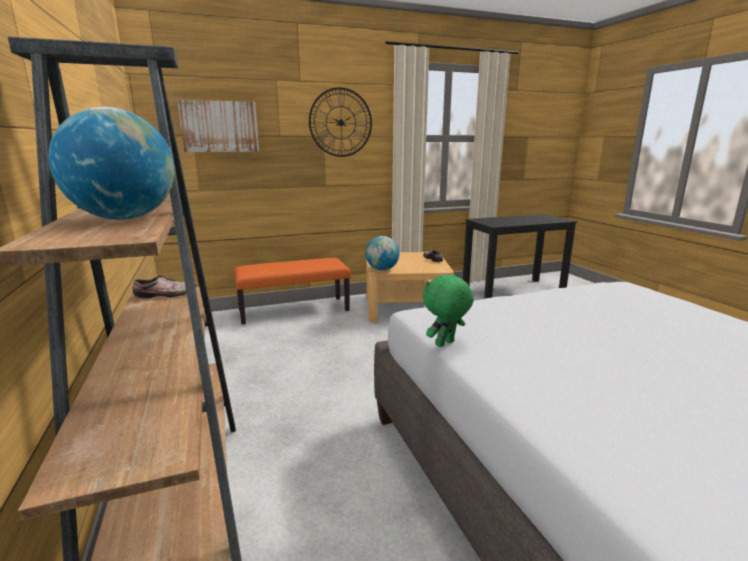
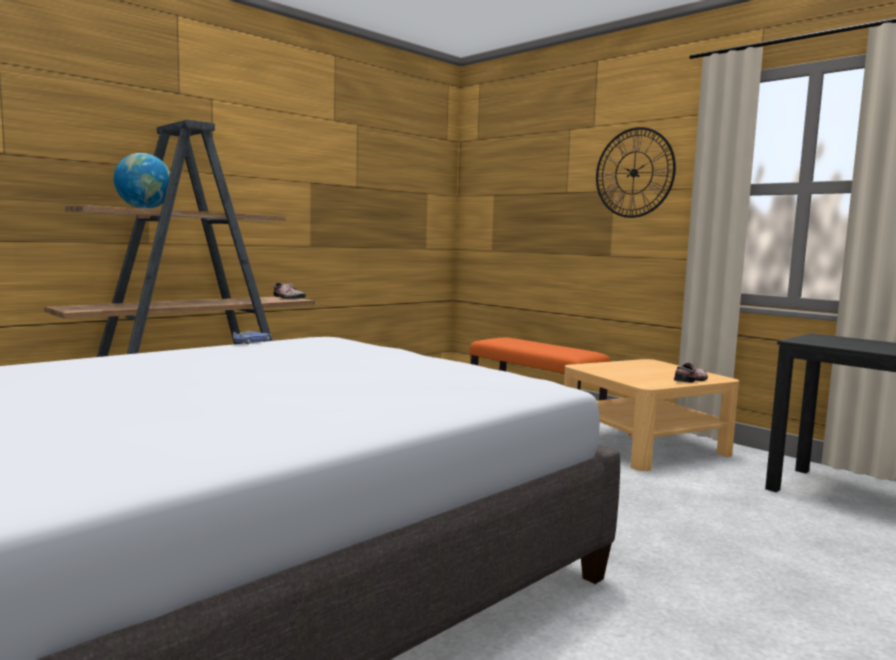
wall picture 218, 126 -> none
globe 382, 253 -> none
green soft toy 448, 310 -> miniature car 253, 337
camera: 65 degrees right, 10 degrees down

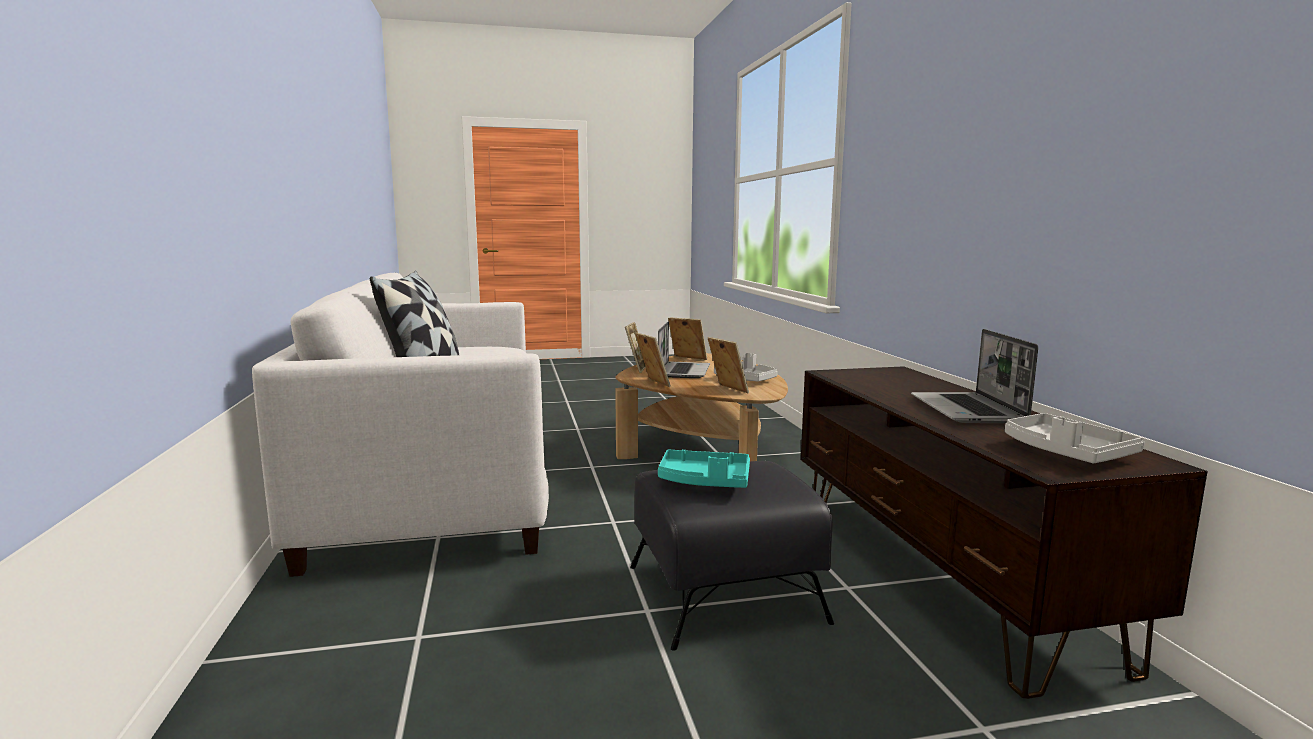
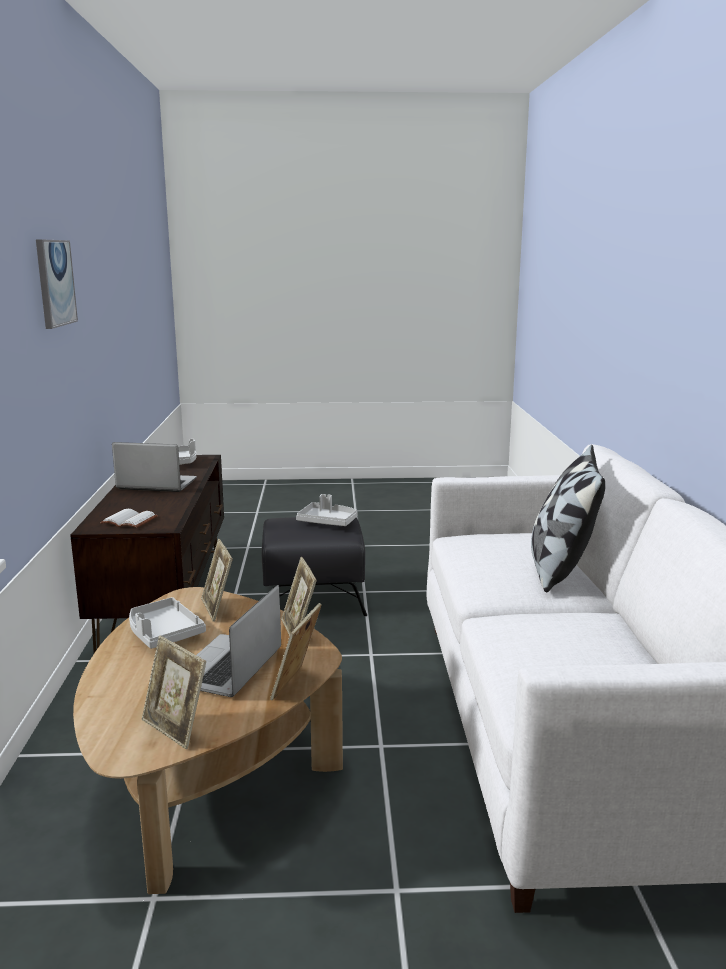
none -> wall picture 57, 284
none -> white-coloured bound book 129, 518
turquoise tray 704, 469 -> gray tray 327, 510
portable computer 974, 376 -> portable computer 154, 467, 90 degrees counterclockwise
camera: 170 degrees left, 5 degrees up

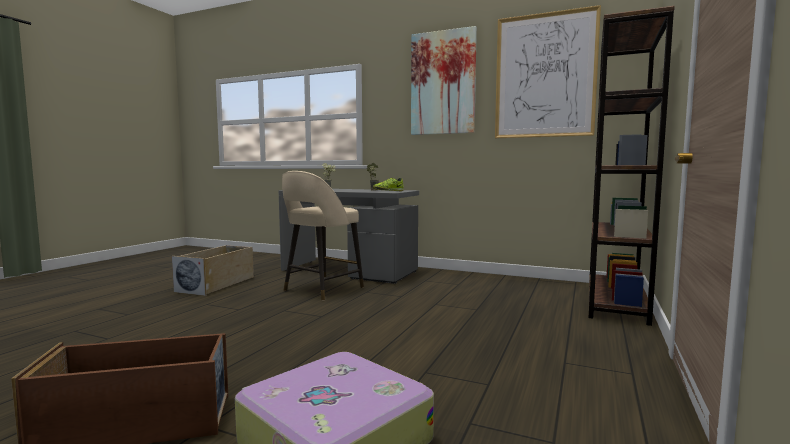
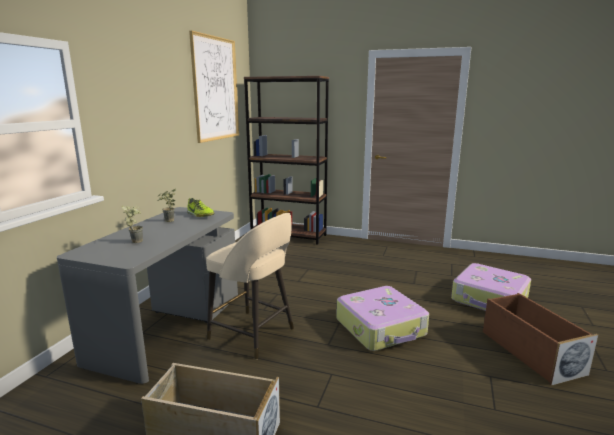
wall picture 444, 80 -> none
none -> piece of luggage 382, 318
camera: 95 degrees left, 10 degrees up

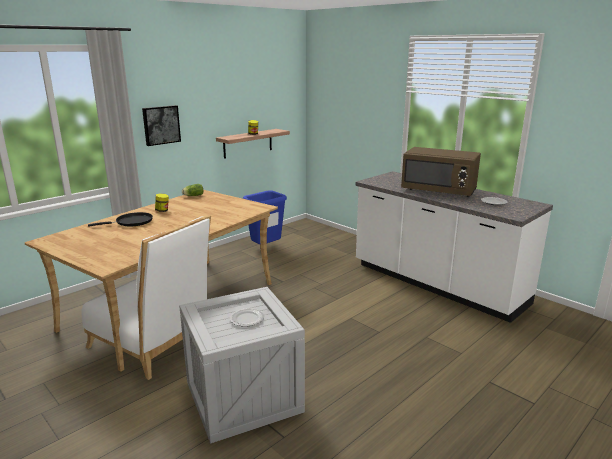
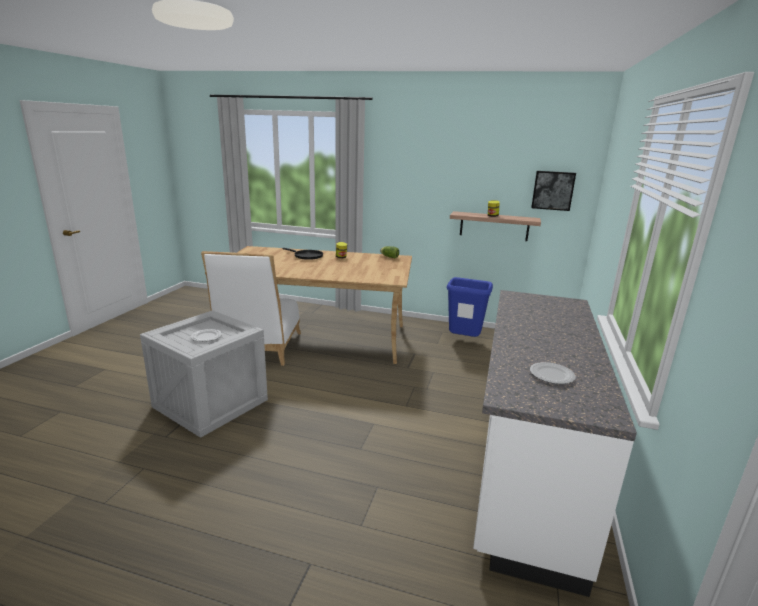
brownish microwave oven 441, 172 -> none
wall picture 161, 125 -> wall picture 553, 191, move
camera: 60 degrees right, 0 degrees up

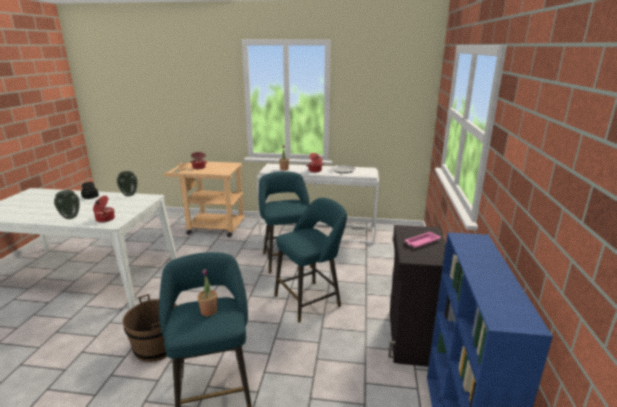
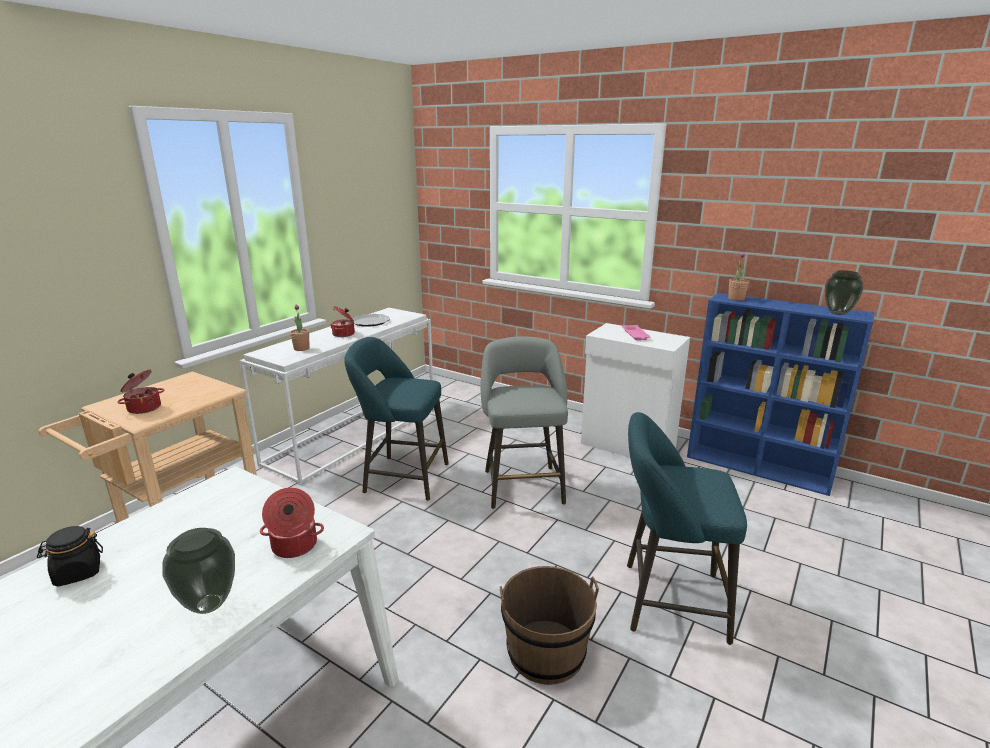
vase 127, 184 -> vase 844, 292, move
houseplant 207, 292 -> houseplant 738, 276, move
turquoise sitting stool 311, 260 -> gray sitting stool 524, 422
black cabinet 417, 296 -> white-coloured cabinet 635, 390
camera: 65 degrees left, 0 degrees up

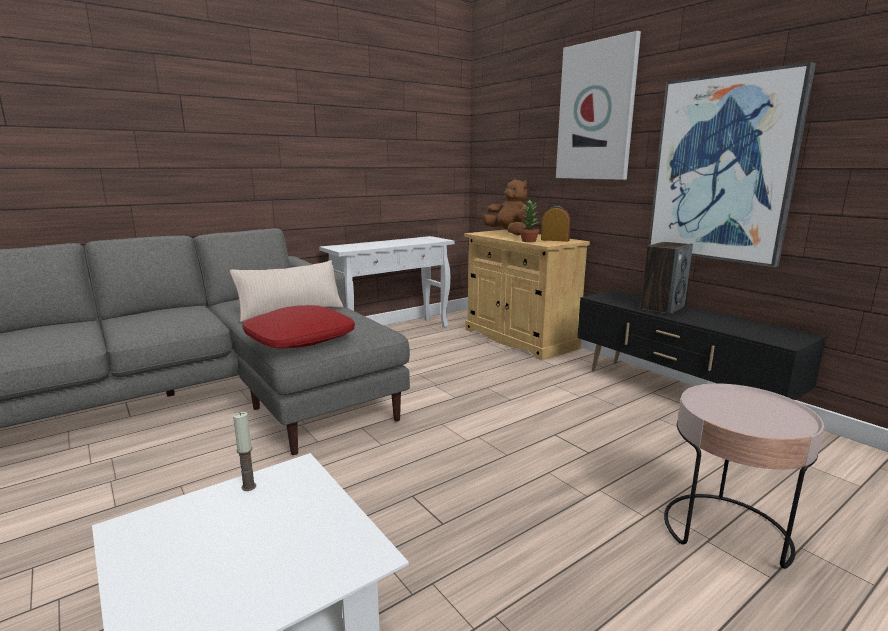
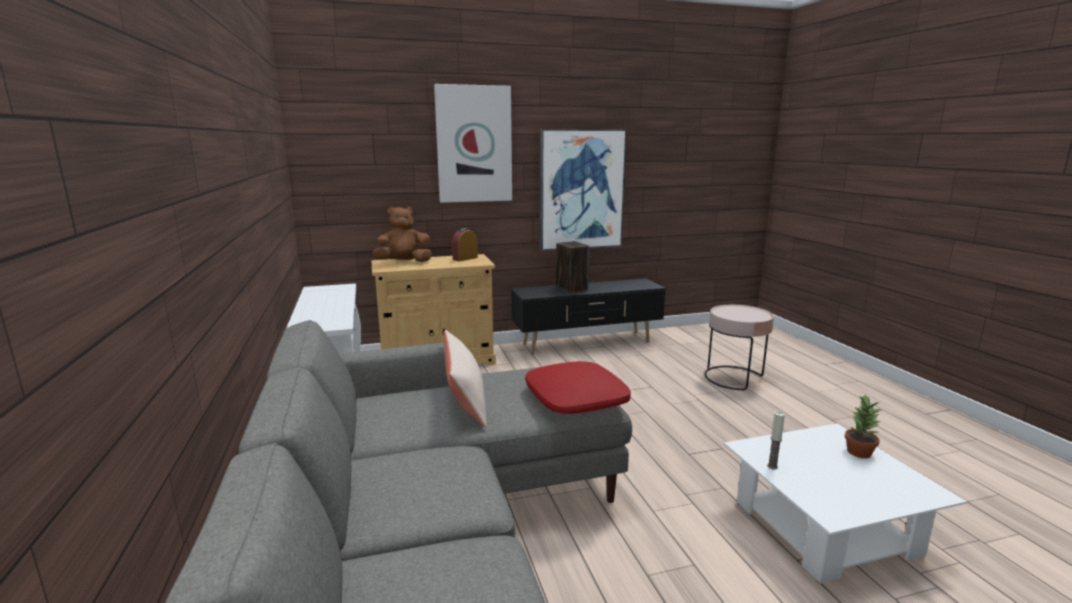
houseplant 529, 220 -> houseplant 864, 426, move
camera: 70 degrees left, 0 degrees up

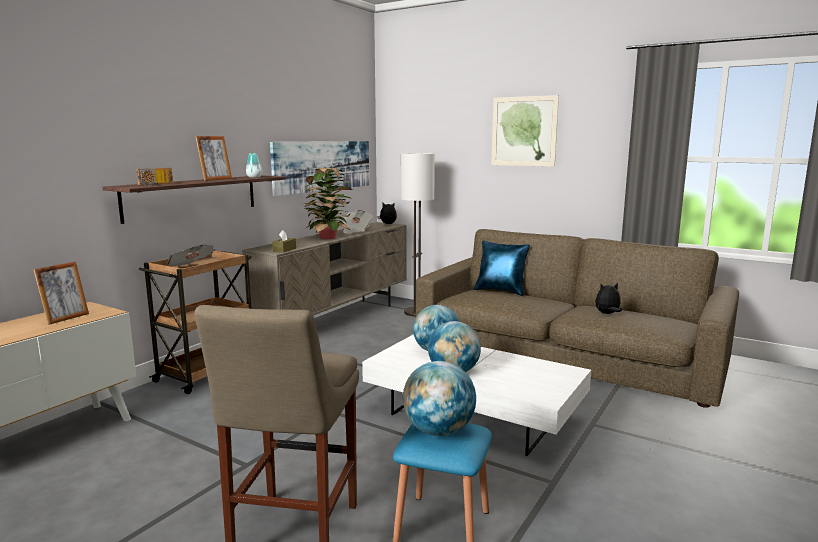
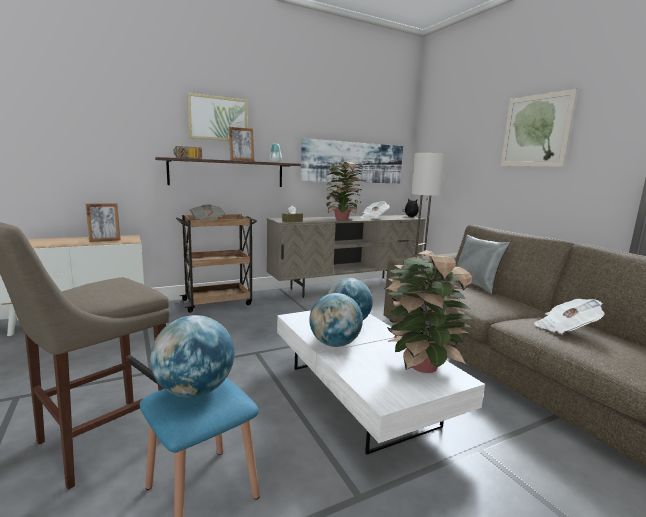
none -> wall picture 217, 117
none -> houseplant 428, 311
soft toy 608, 298 -> printed paper 569, 316
blue-coloured cushion 501, 268 -> gray cushion 483, 264
camera: 30 degrees right, 0 degrees up

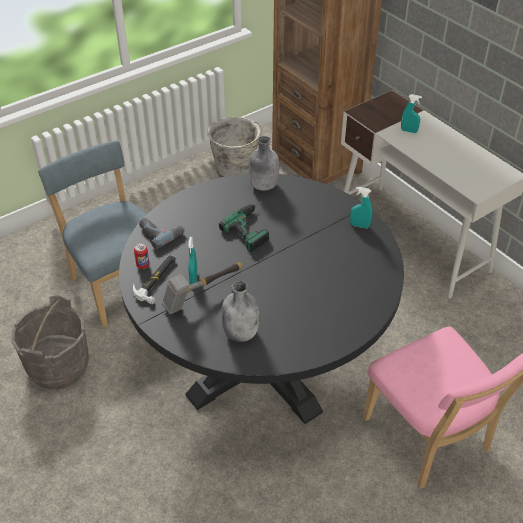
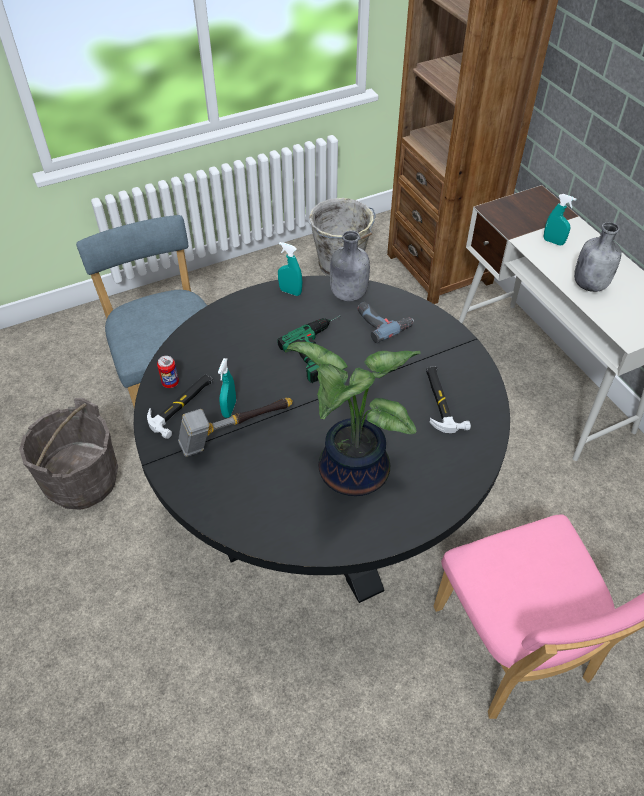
none -> houseplant 353, 419
none -> tool hammer 448, 399
electric drill 162, 233 -> electric drill 386, 322, move
gray bottle 240, 311 -> gray bottle 598, 257, move
turquoise sprayer 361, 207 -> turquoise sprayer 290, 269, move
camera: 10 degrees right, 5 degrees up

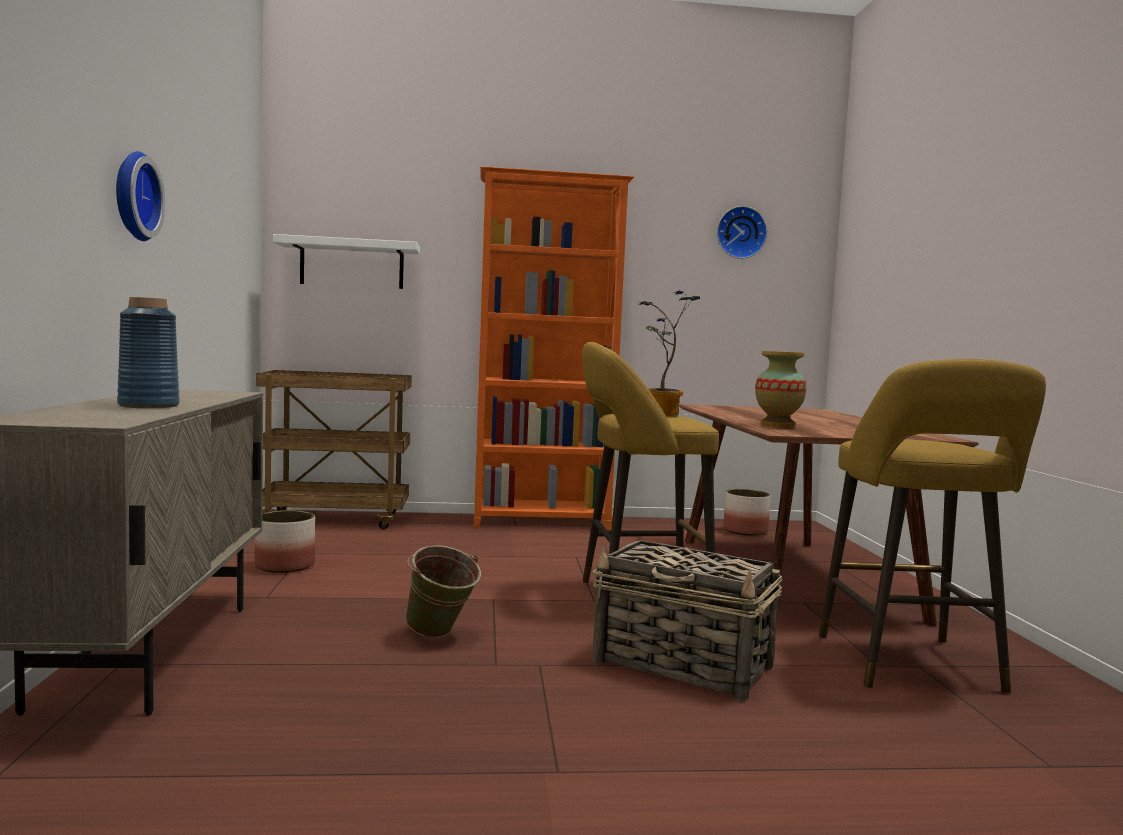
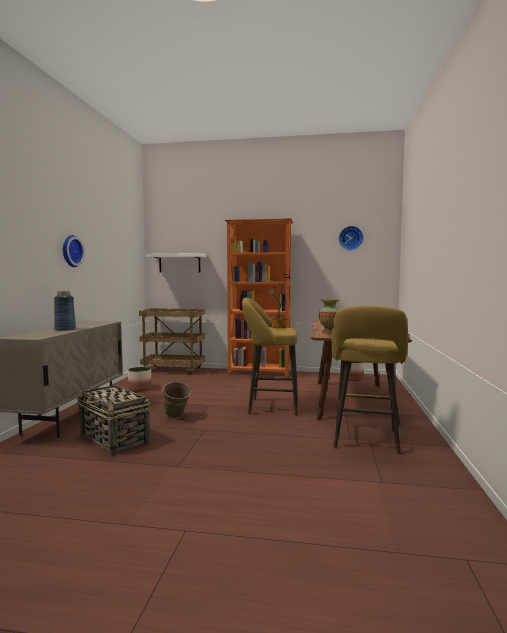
basket 688, 621 -> basket 113, 420, move
camera: 15 degrees right, 0 degrees up

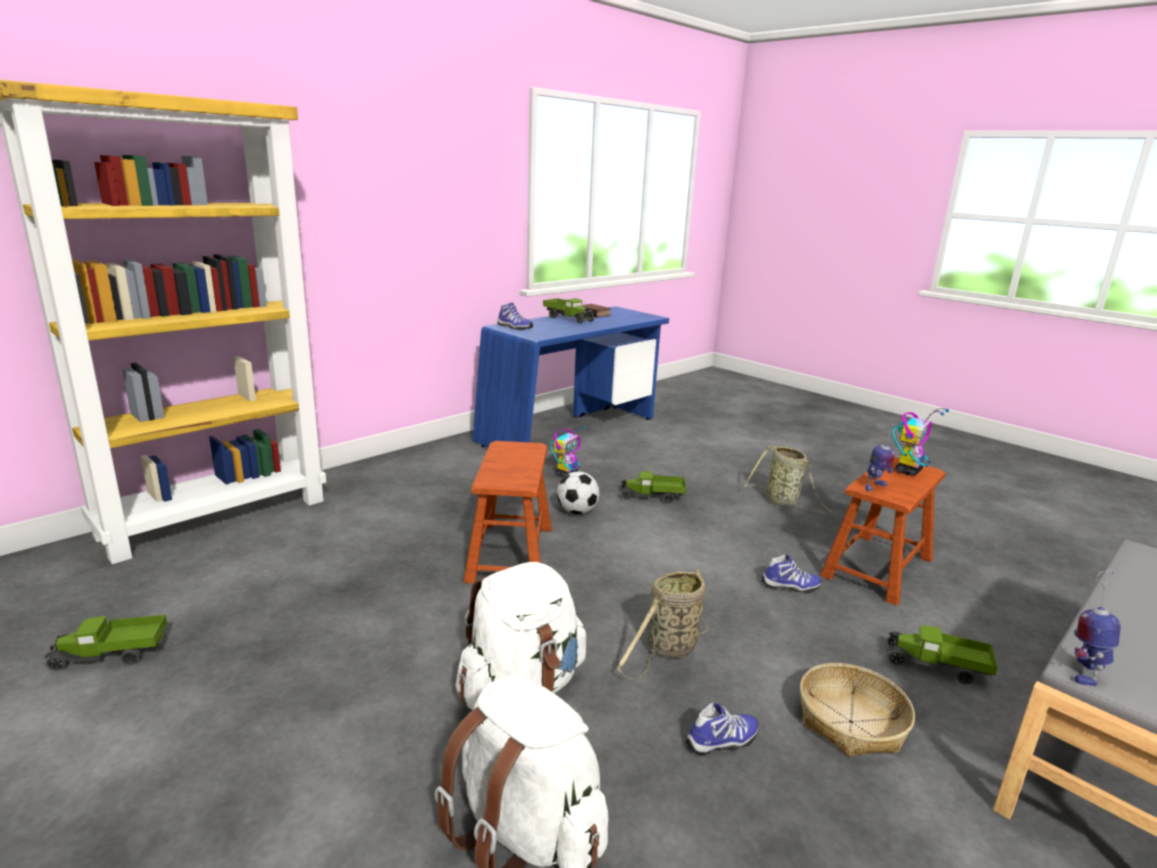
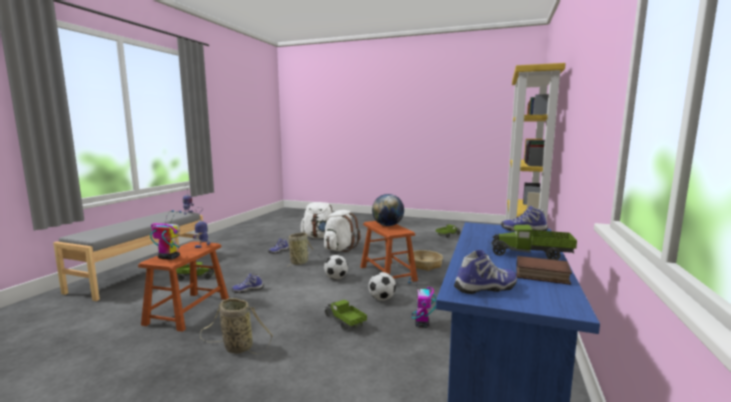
none -> ball for football 336, 267
none -> globe 388, 210
none -> item of footwear 485, 272
basket 857, 710 -> basket 425, 260, move
toy truck 653, 487 -> toy truck 346, 315, 105 degrees counterclockwise
toy robot 920, 442 -> toy robot 165, 235, 90 degrees clockwise
camera: 155 degrees right, 10 degrees down

